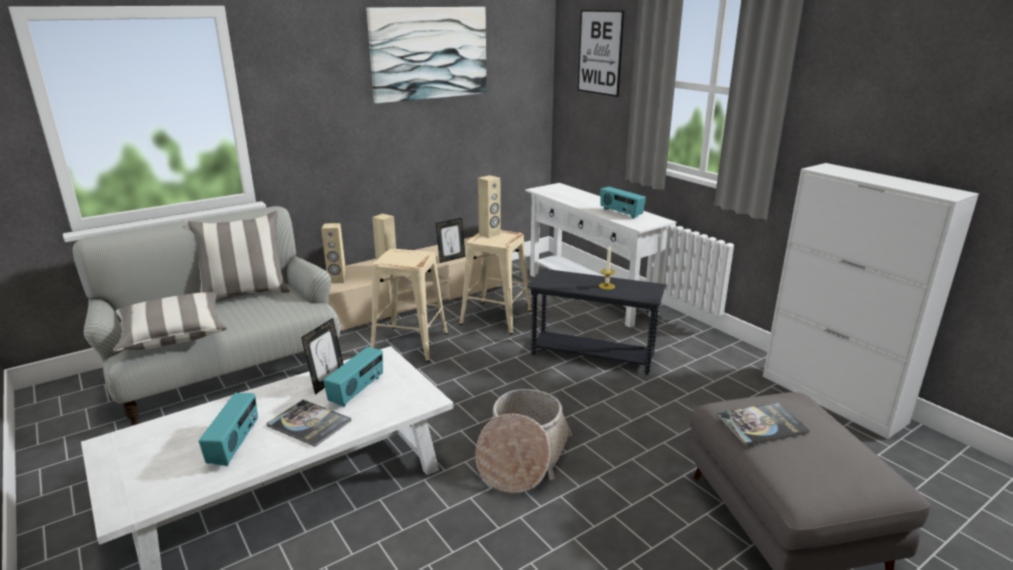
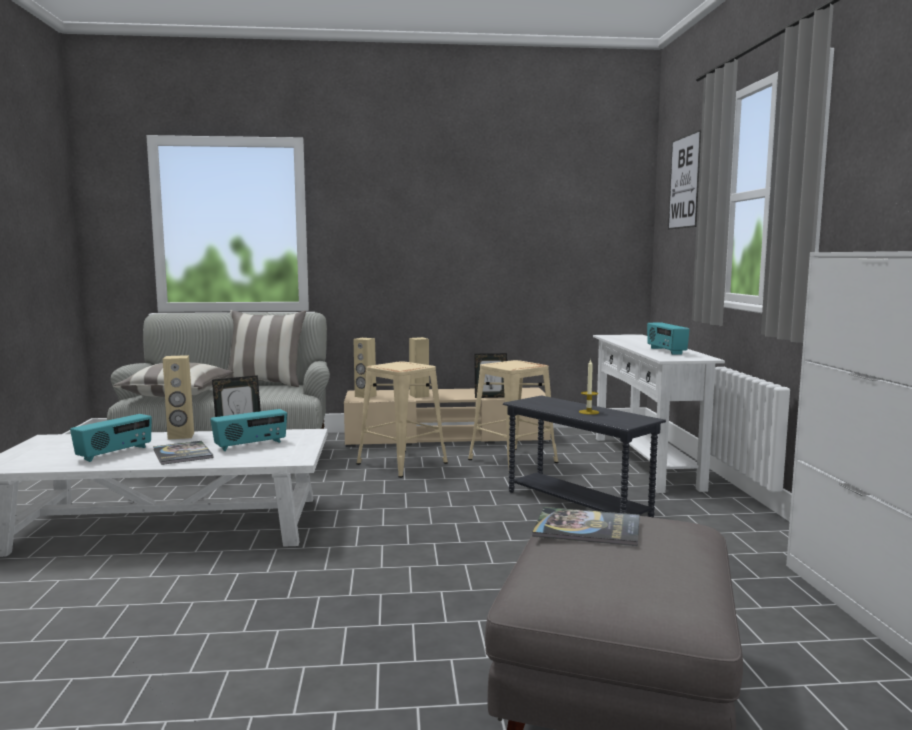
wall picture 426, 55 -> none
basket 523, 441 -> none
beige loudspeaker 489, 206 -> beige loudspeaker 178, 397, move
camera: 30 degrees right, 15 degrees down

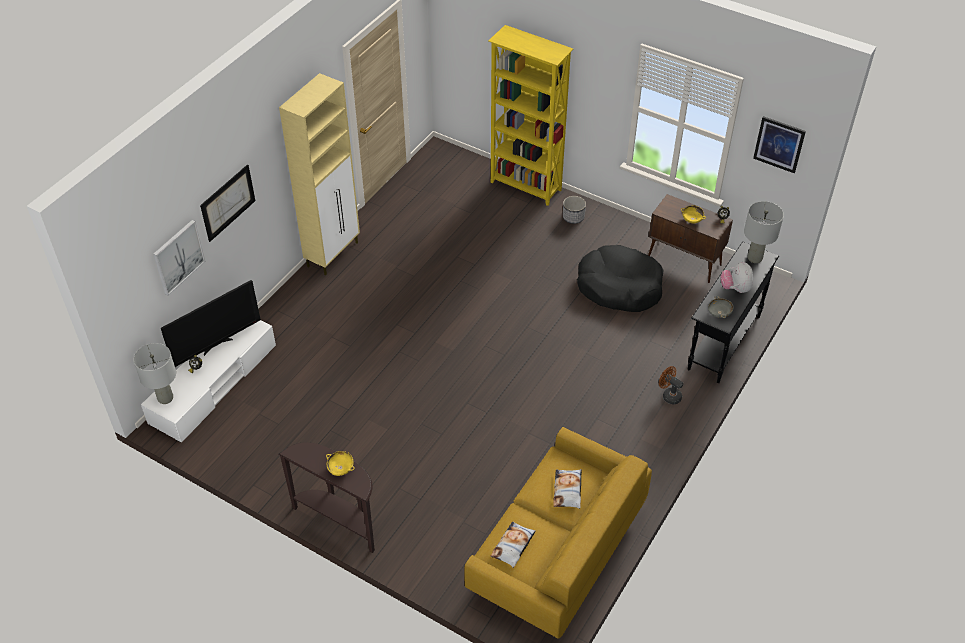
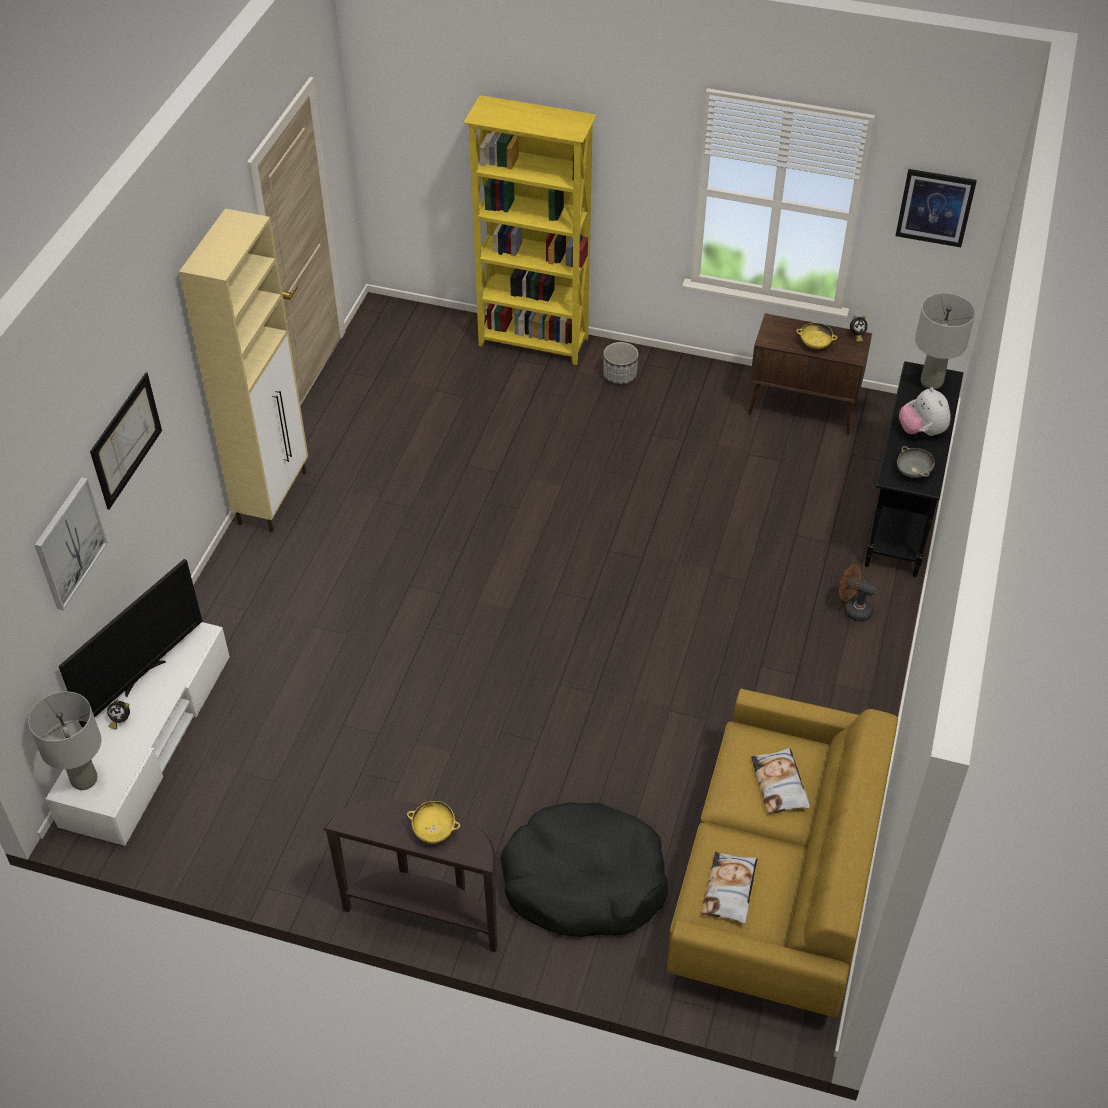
black dog bed 620, 278 -> black dog bed 584, 869, move
camera: 15 degrees left, 0 degrees up

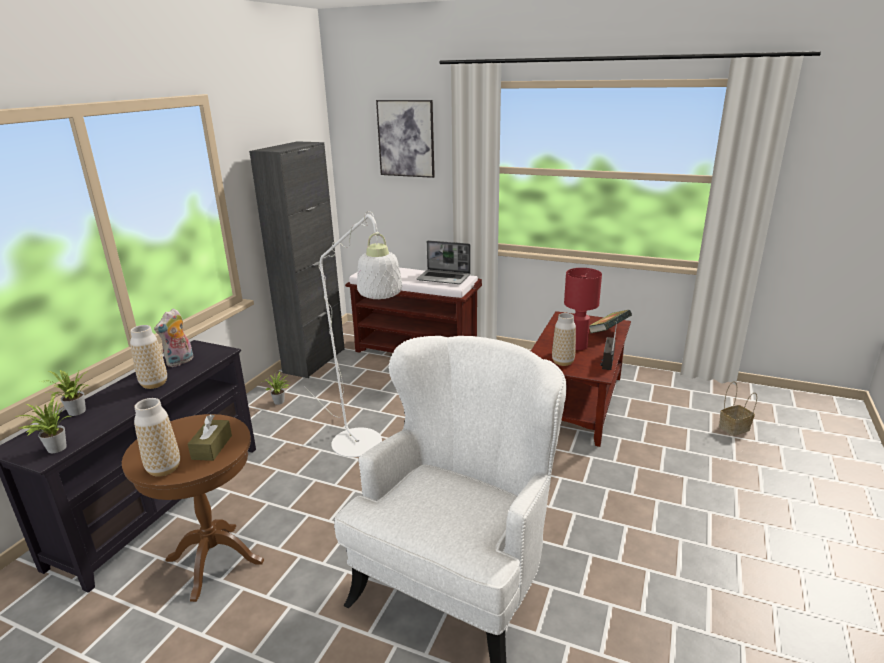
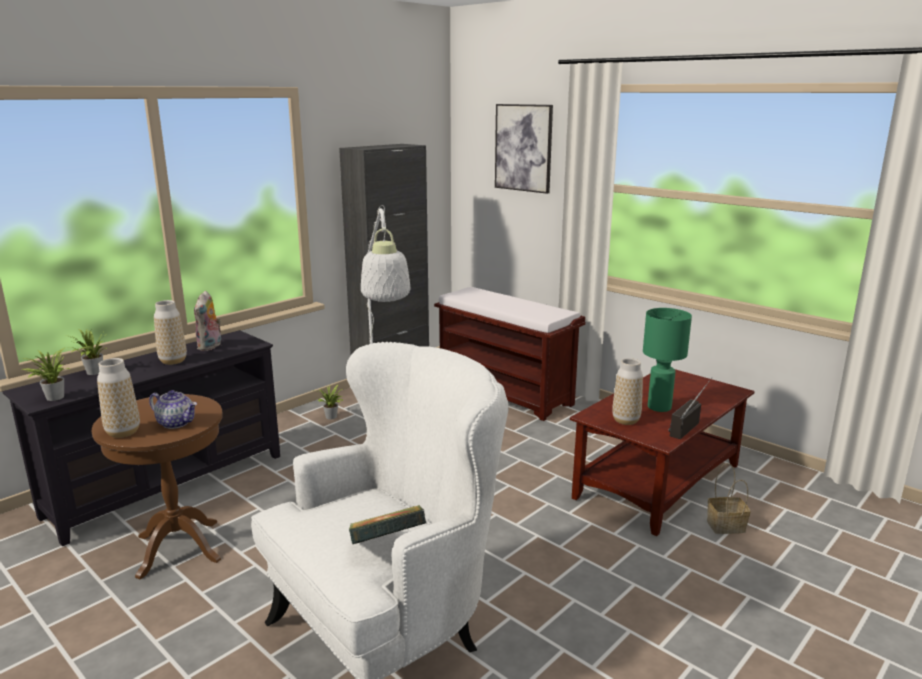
portable computer 443, 262 -> none
bound book 610, 322 -> bound book 387, 525, move
basket 738, 408 -> basket 728, 498, move
brownish tissue holder 210, 437 -> tea pot 173, 409
red lamp for a table 583, 309 -> green lamp for a table 667, 360
soft toy 174, 338 -> soft toy 207, 321, 45 degrees counterclockwise
camera: 20 degrees right, 5 degrees down

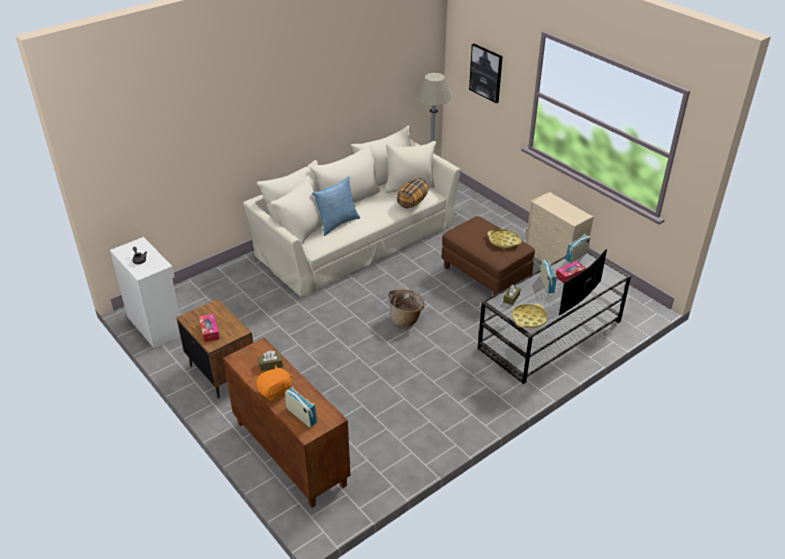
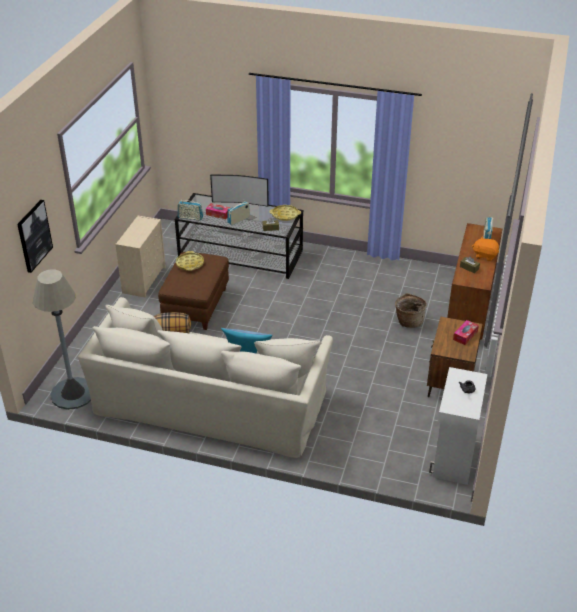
basket 406, 308 -> basket 411, 310, move
camera: 125 degrees left, 0 degrees up

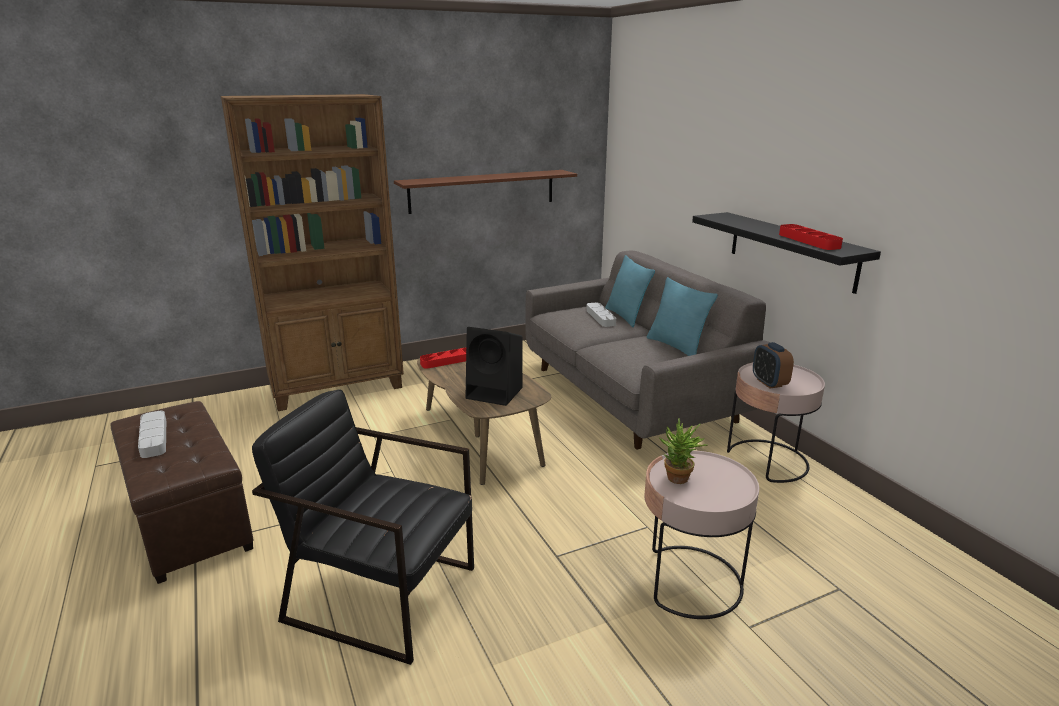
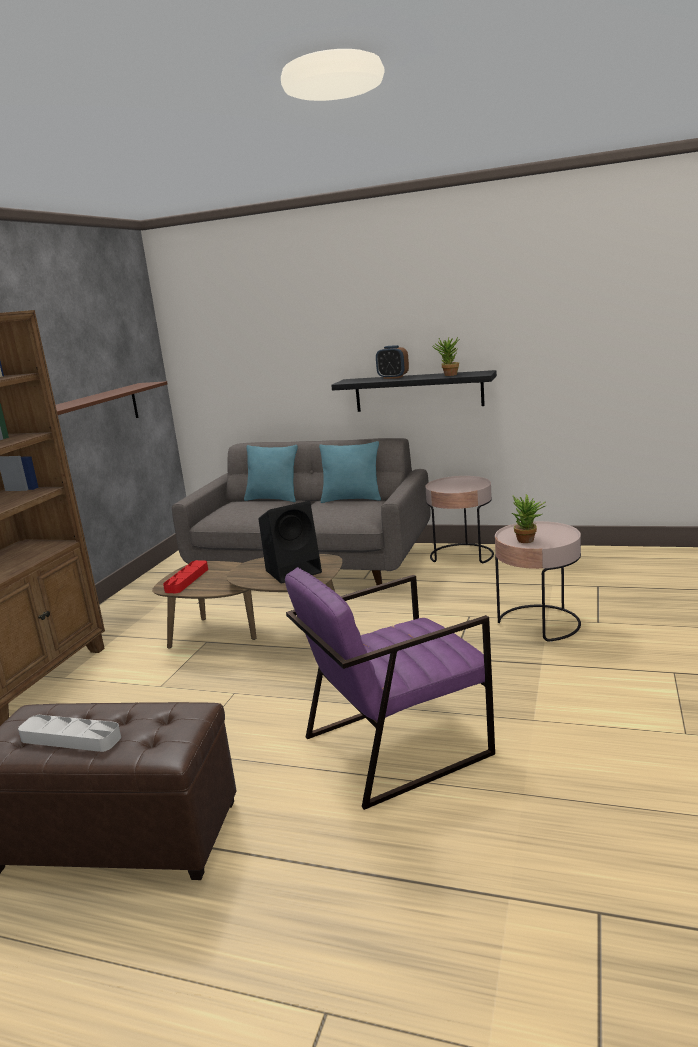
gray tray 601, 315 -> none
bedside clock 773, 365 -> bedside clock 392, 362, move
red tray 811, 237 -> houseplant 446, 356
black lounge chair 363, 527 -> purplish lounge chair 390, 688
camera: 45 degrees left, 5 degrees down

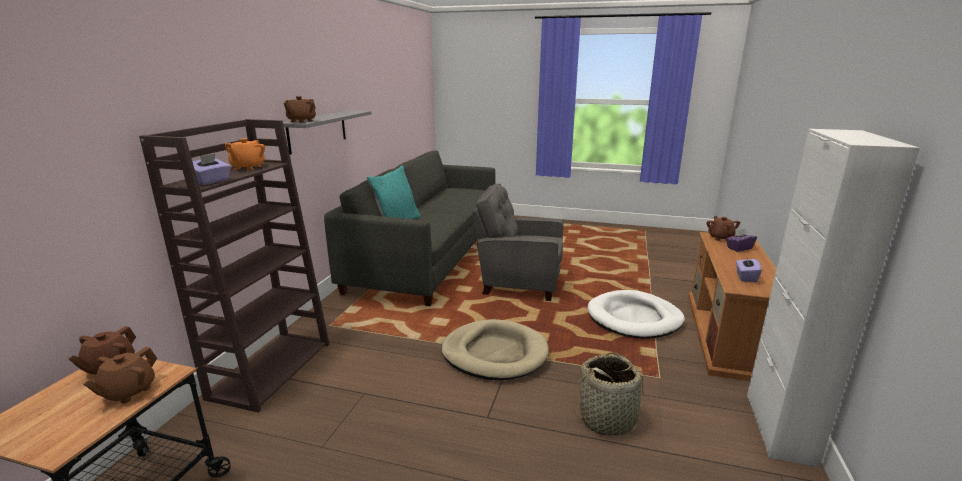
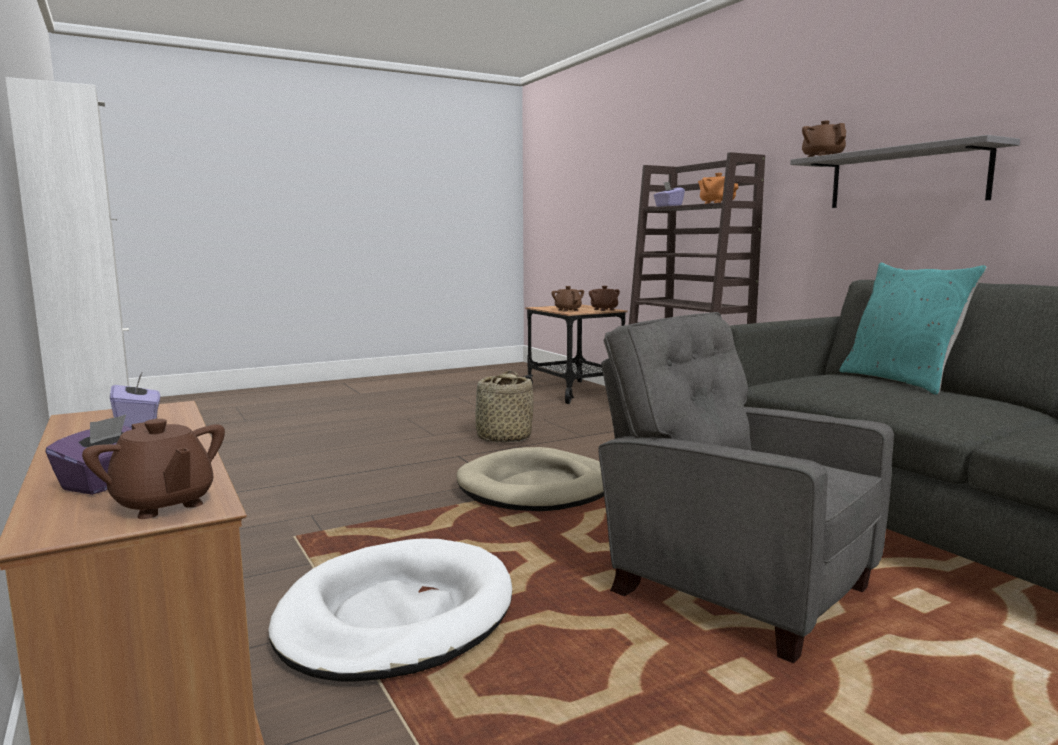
basket 612, 393 -> basket 503, 406, move
gray lounge chair 517, 242 -> gray lounge chair 746, 487, 105 degrees counterclockwise
camera: 135 degrees right, 10 degrees down

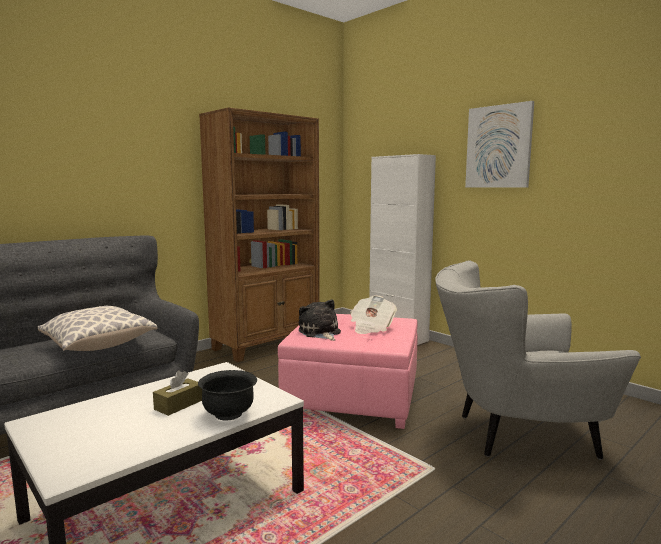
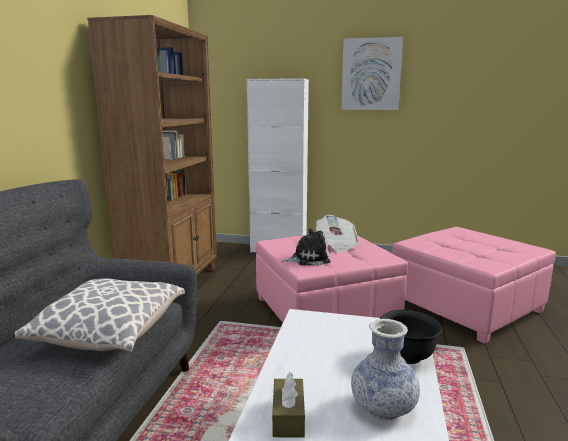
none -> vase 385, 369
brownish tissue holder 177, 393 -> brownish tissue holder 288, 405, move
gray lounge chair 538, 360 -> pink ottoman 474, 285
soft toy 320, 320 -> soft toy 306, 247, 135 degrees clockwise
camera: 35 degrees left, 5 degrees up

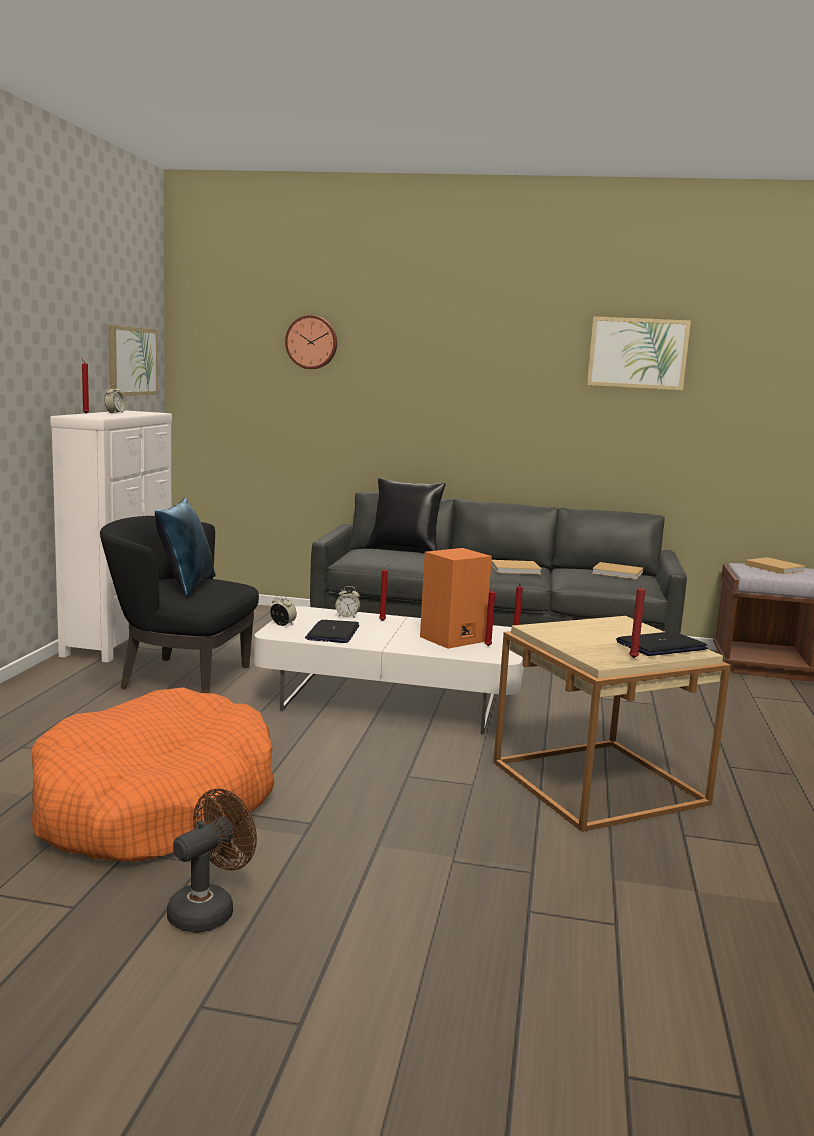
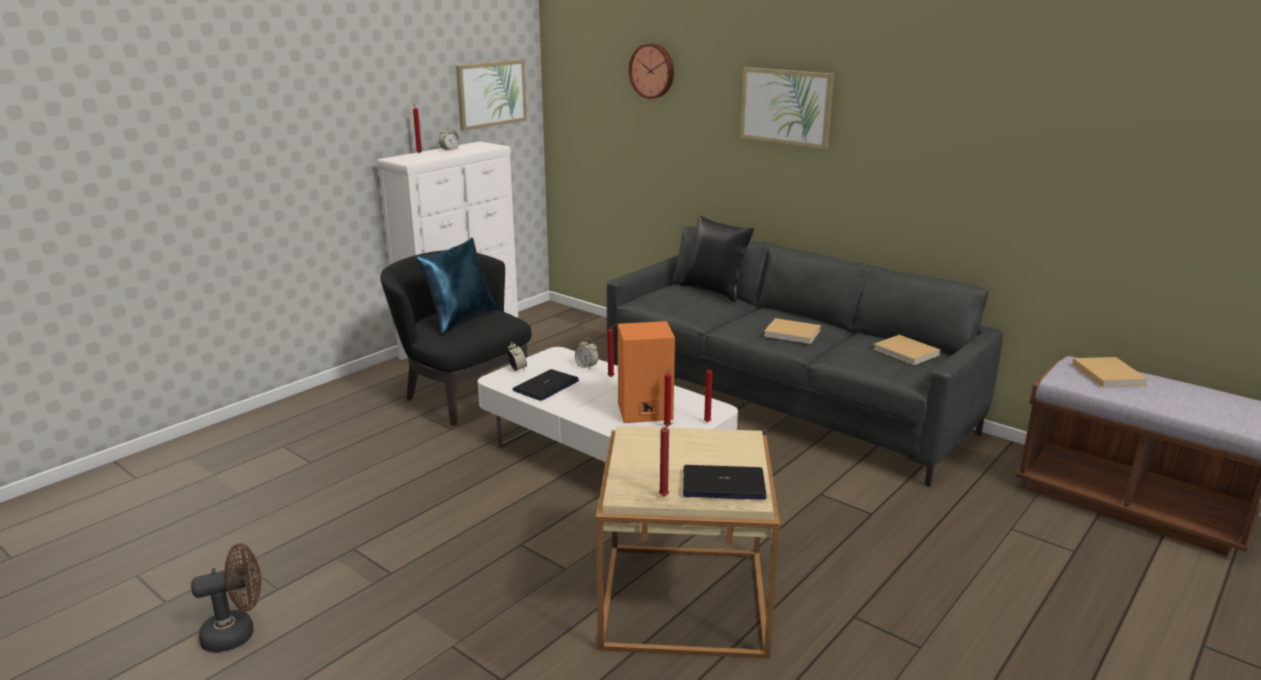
orange-coloured dog bed 152, 774 -> none
wall picture 639, 353 -> wall picture 787, 108, move
camera: 30 degrees right, 10 degrees up

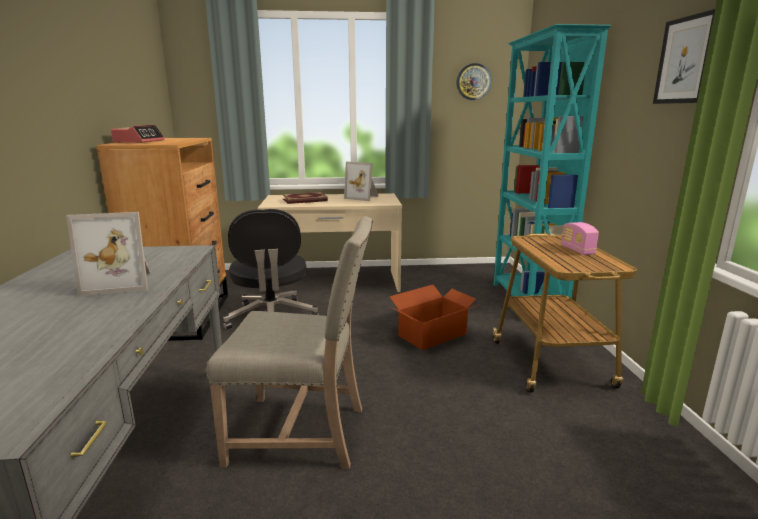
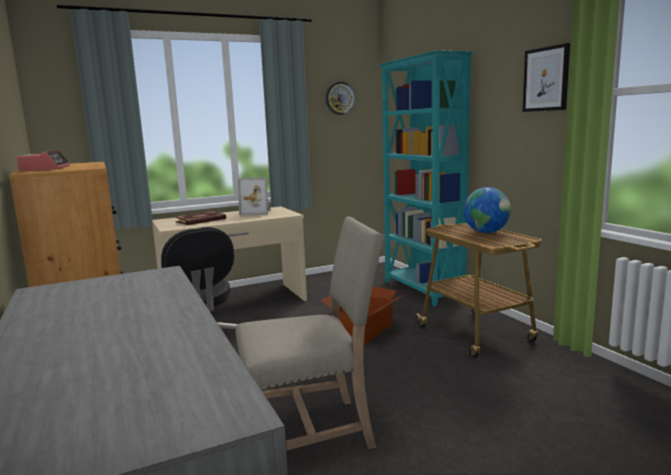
photo frame 108, 254 -> none
radio set 580, 238 -> globe 487, 210
camera: 20 degrees left, 5 degrees down

